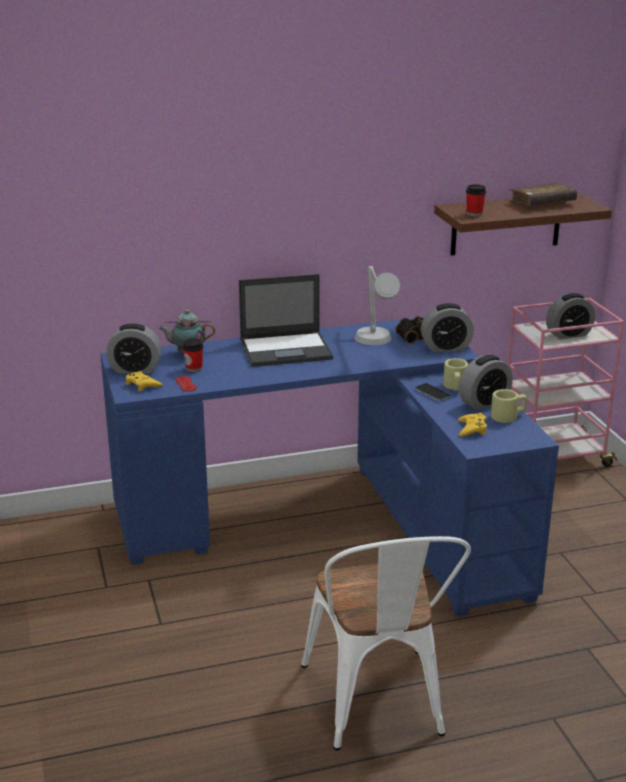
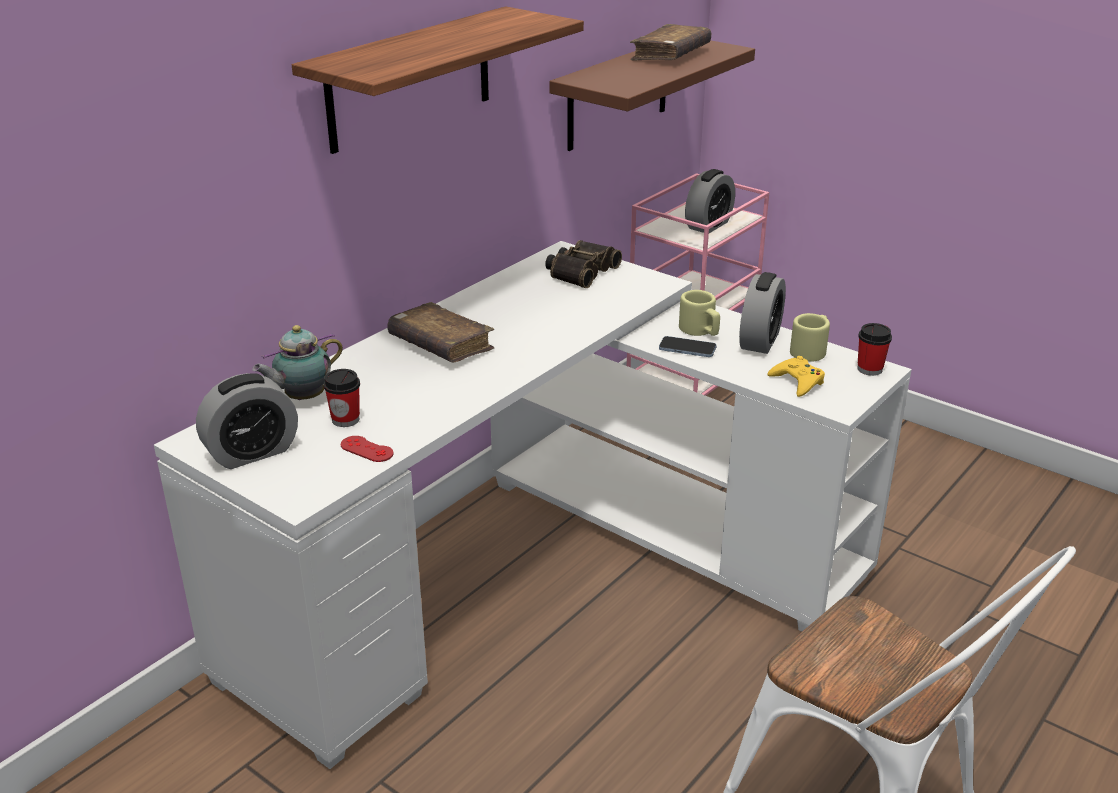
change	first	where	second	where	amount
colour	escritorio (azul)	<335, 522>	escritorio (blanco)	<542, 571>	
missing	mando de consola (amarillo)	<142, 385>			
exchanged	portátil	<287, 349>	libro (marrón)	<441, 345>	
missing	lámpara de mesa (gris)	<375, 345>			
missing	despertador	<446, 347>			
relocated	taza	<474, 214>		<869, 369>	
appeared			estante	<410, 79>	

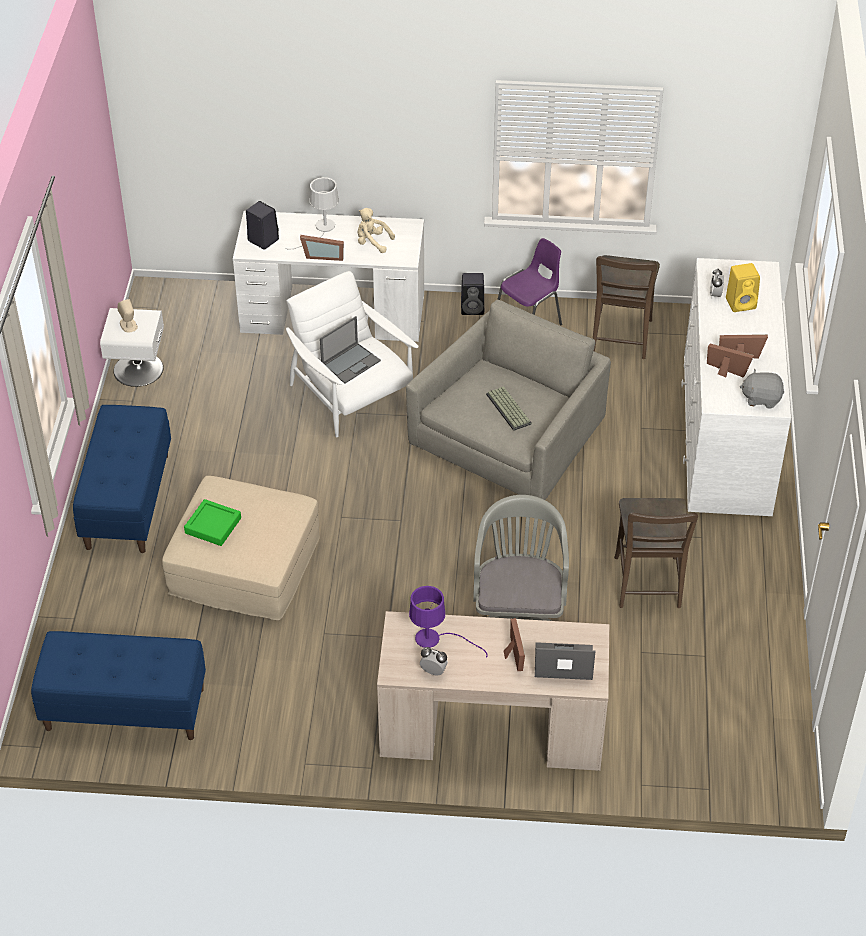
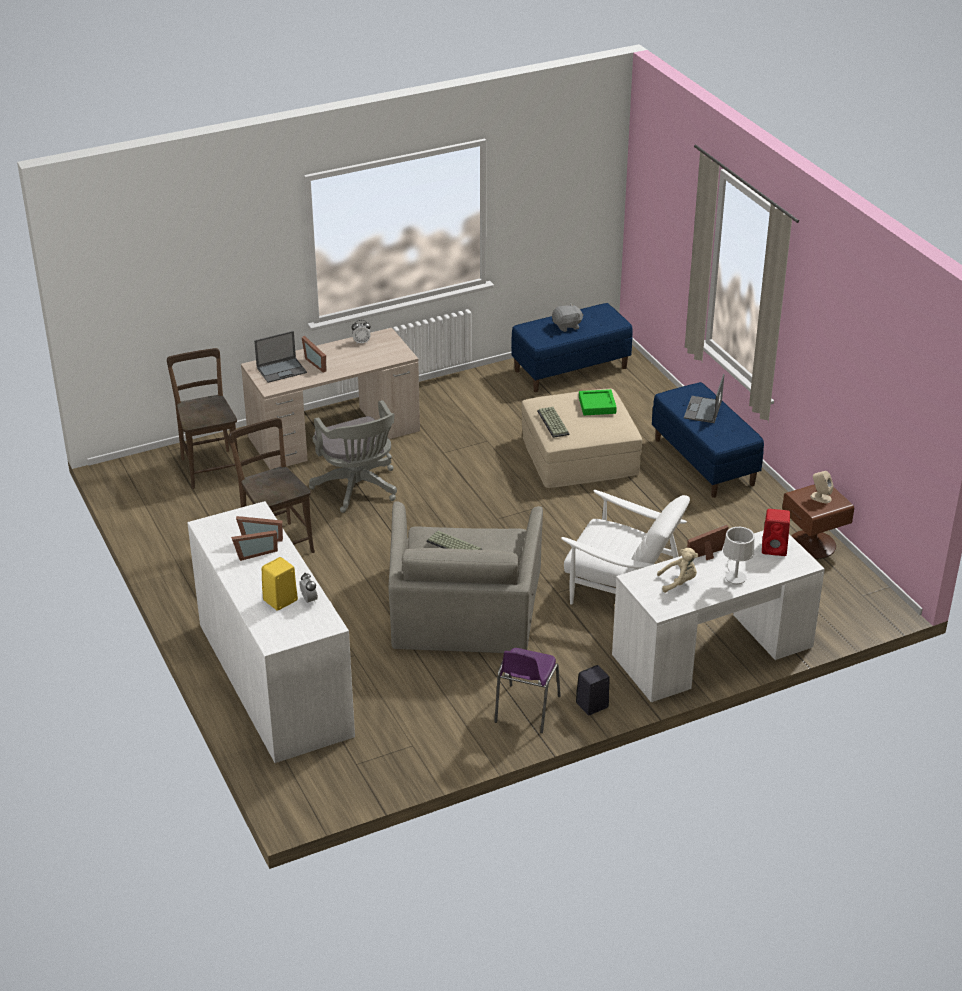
change	first	where	second	where	amount
colour	mesita de noche (blanco)	<137, 369>	mesita de noche (marrón)	<812, 544>	
colour	altavoz (negro)	<262, 240>	altavoz (rojo)	<775, 548>	
relocated	portátil	<351, 363>		<703, 410>	
missing	lámpara de mesa (morado)	<434, 641>			
relocated	silla (marrón)	<620, 339>		<210, 466>	
relocated	peluche (gris)	<761, 398>		<567, 326>	
appeared			teclado	<554, 423>	

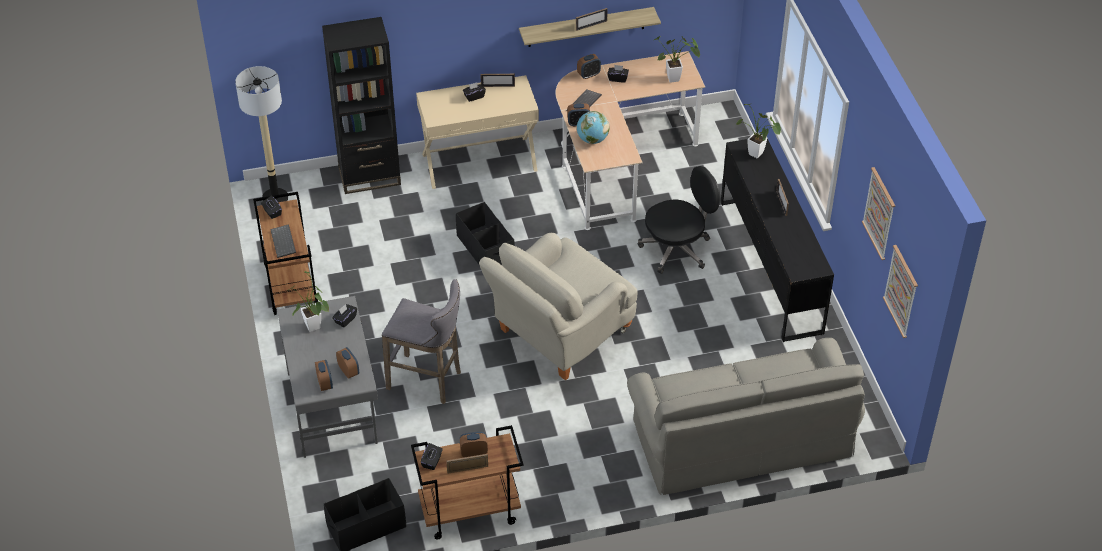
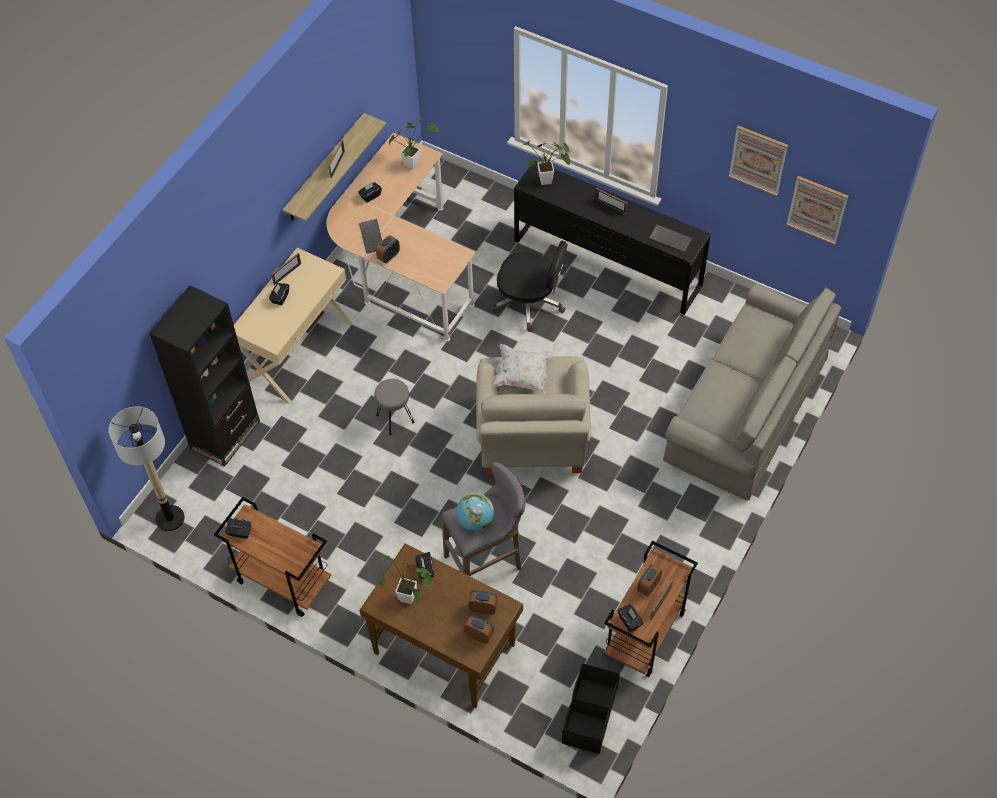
change	first	where	second	where	amount
relocated	teclado	<284, 242>		<671, 239>	
colour	escritorio (gris)	<333, 406>	escritorio (marrón)	<444, 647>	
exchanged	caja de almacenaje (negro)	<486, 249>	taburete (gris)	<394, 419>	
missing	despertador	<588, 75>			
relocated	globo terráqueo	<592, 140>		<475, 521>	
spun	silla de oficina (negro)	<677, 249>		<530, 303>	90 degrees clockwise
appeared			cojín (blanco)	<522, 376>	

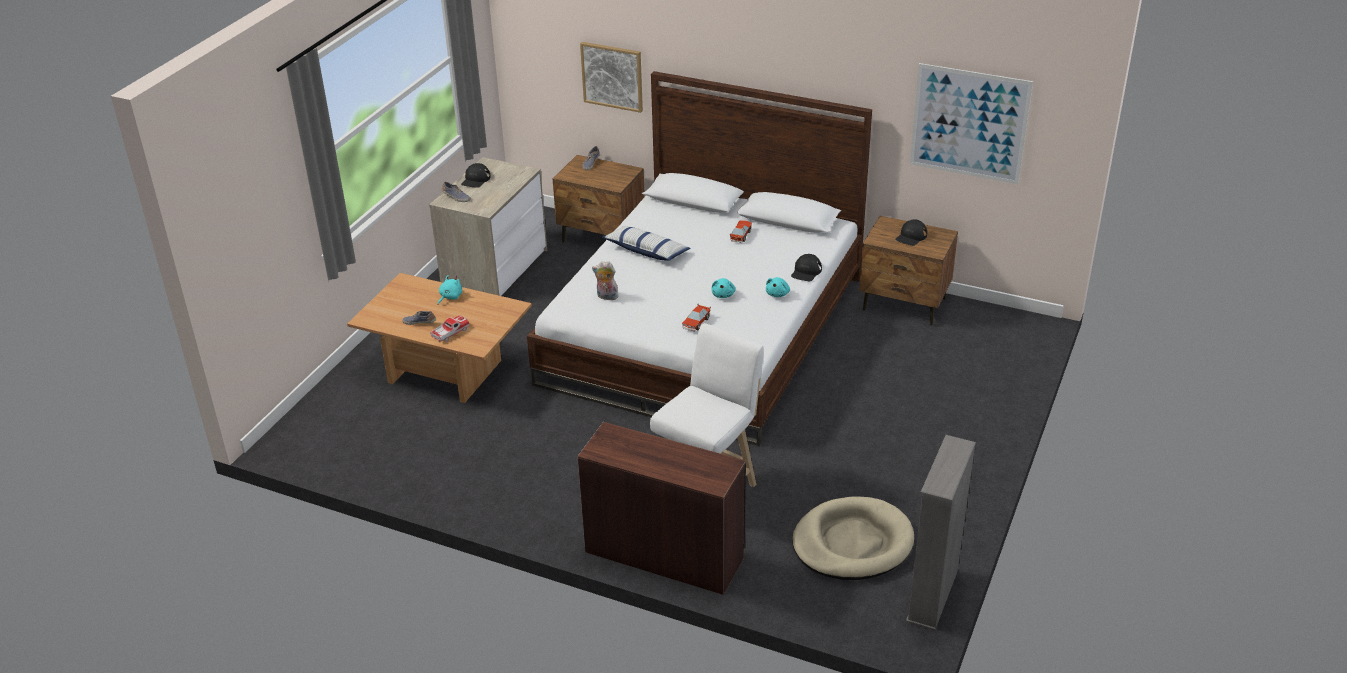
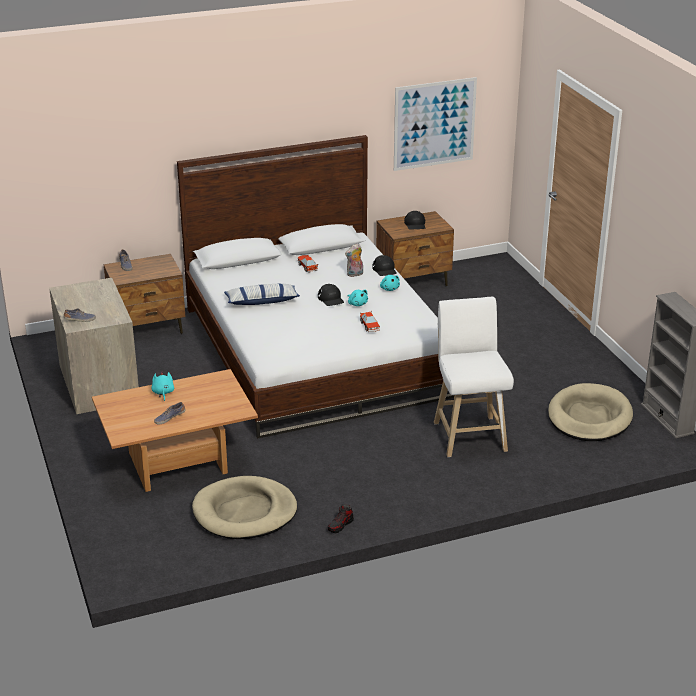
change	first	where	second	where	amount
missing	coche de juguete	<450, 332>			
relocated	gorra (negro)	<475, 180>		<331, 299>	
missing	escritorio (marrón)	<664, 553>			
missing	cuadro	<612, 76>			
relocated	peluche	<606, 297>		<355, 274>	
appeared			cama para perro (beis)	<245, 512>	
appeared			zapato	<340, 525>	

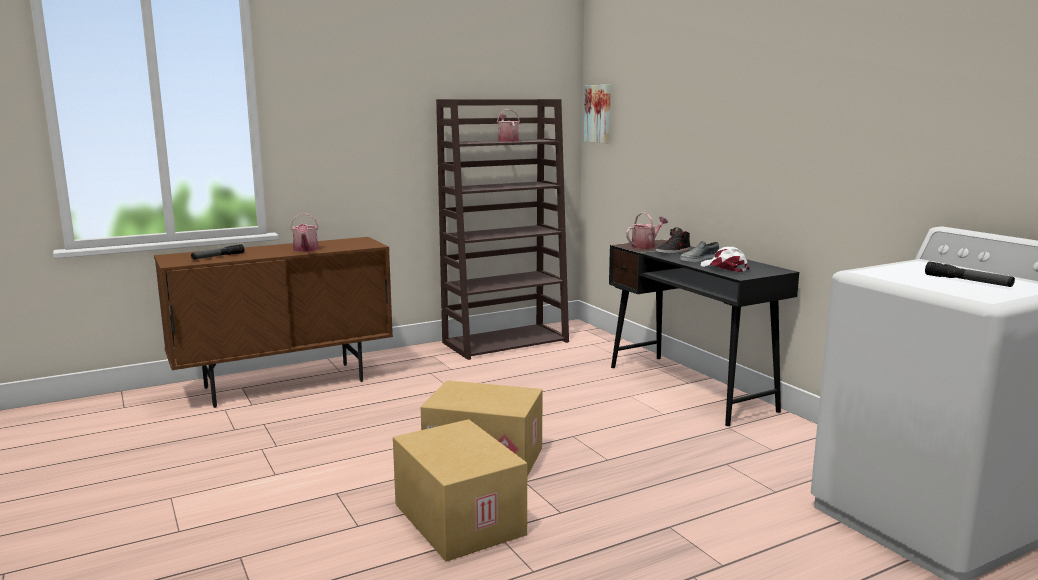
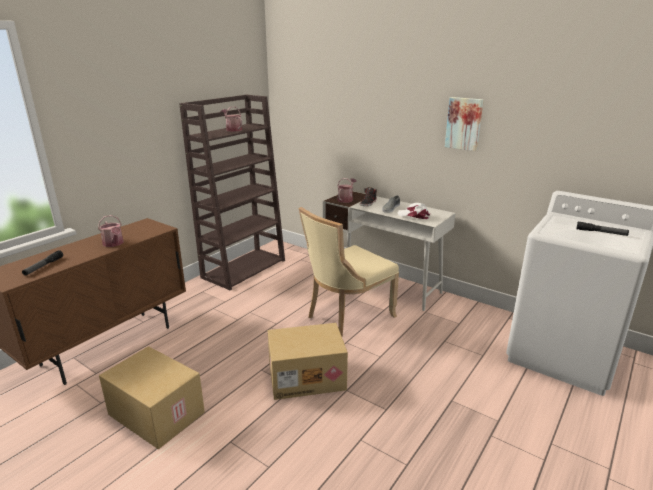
change	first	where	second	where	amount
relocated	caja de cartón	<456, 519>		<155, 414>	
relocated	cuadro	<599, 113>		<464, 123>	
colour	escritorio (negro)	<690, 388>	escritorio (blanco)	<383, 285>	
appeared			silla (beis)	<346, 316>	

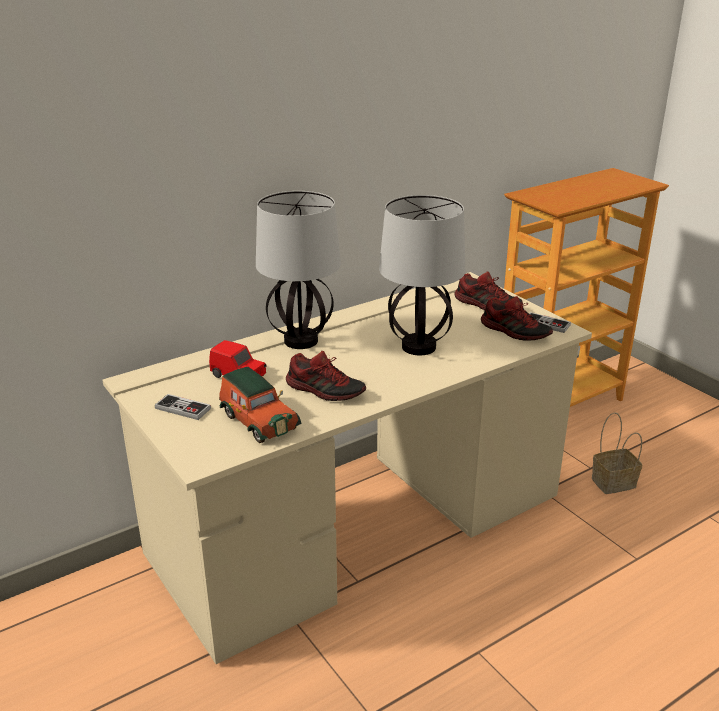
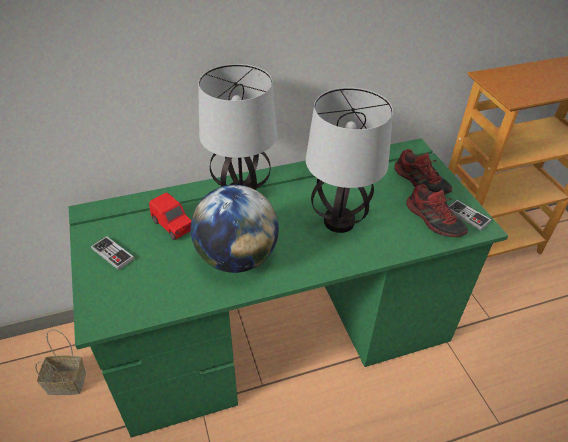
change	first	where	second	where	amount
colour	escritorio (beis)	<358, 525>	escritorio (verde)	<281, 331>	
missing	coche de juguete	<257, 420>			
exchanged	zapato	<325, 390>	globo terráqueo	<237, 258>	
relocated	cesta	<614, 482>		<68, 381>	

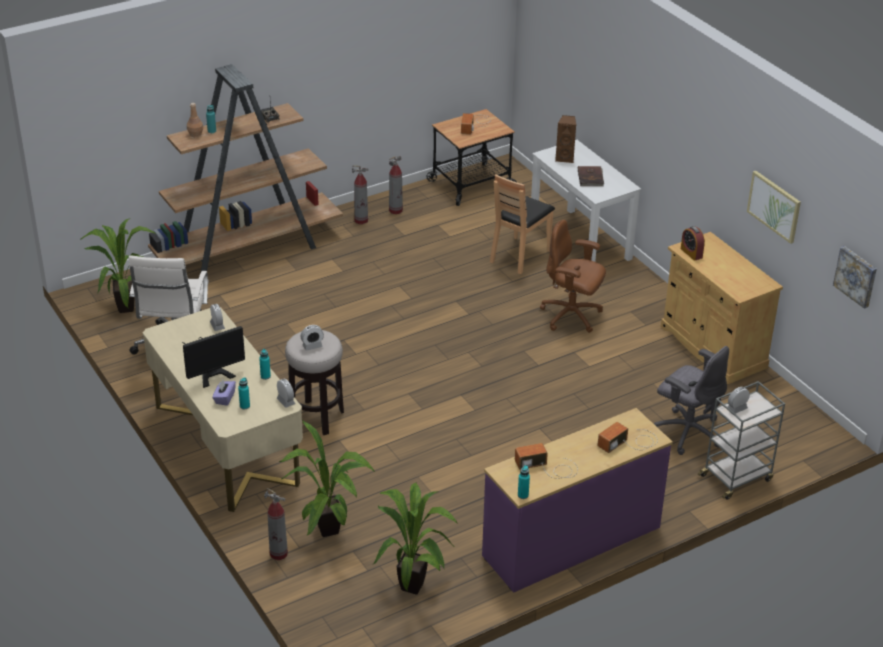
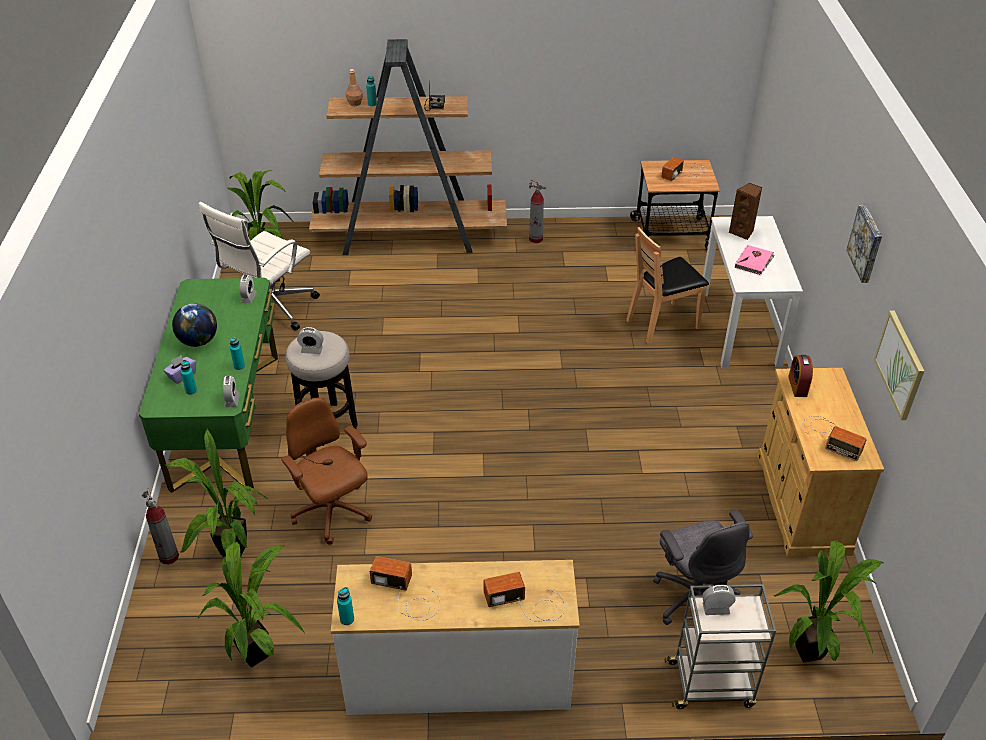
change	first	where	second	where	amount
colour	escritorio (beis)	<226, 444>	escritorio (verde)	<227, 420>	
exchanged	monitor	<211, 370>	globo terráqueo	<198, 341>	
missing	extintor	<395, 210>			
colour	cómoda (morado)	<572, 542>	cómoda (blanco)	<458, 681>	
relocated	silla de oficina (marrón)	<571, 316>		<332, 513>	
colour	libro (marrón)	<591, 177>	libro (rosa)	<754, 261>	
relocated	cuadro	<856, 276>		<867, 243>	
appeared			planta en maceta	<814, 652>	
appeared			radio	<830, 436>	

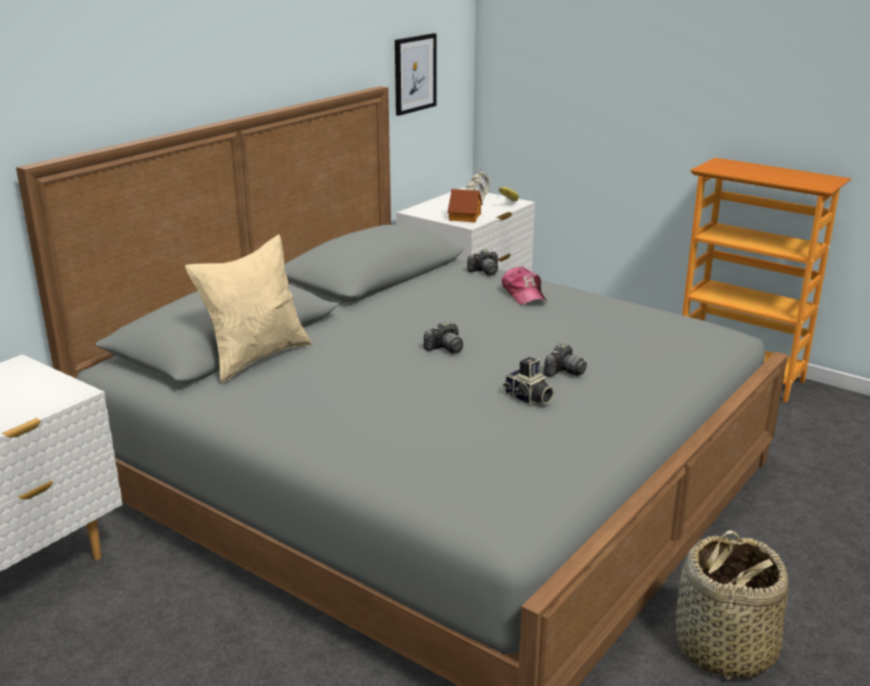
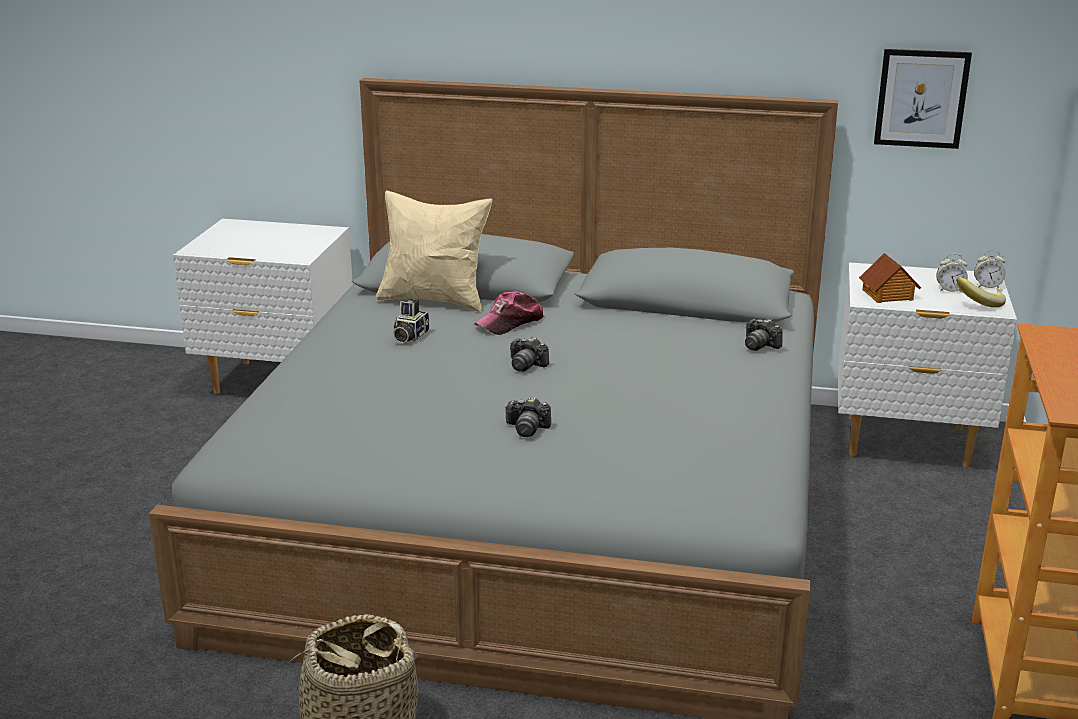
change	first	where	second	where	amount
relocated	gorra	<524, 294>		<510, 322>	
relocated	cámara	<528, 398>		<409, 337>	

